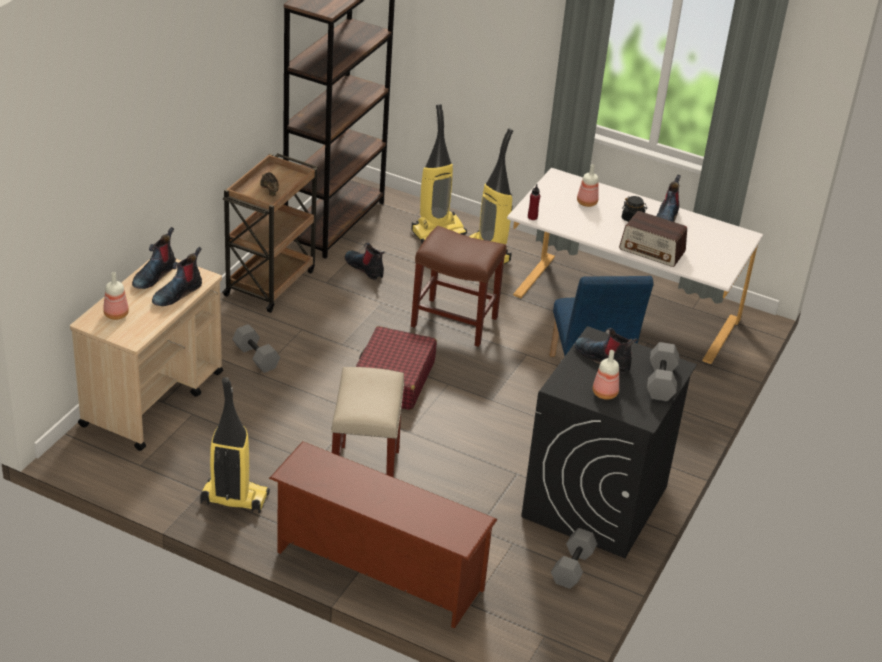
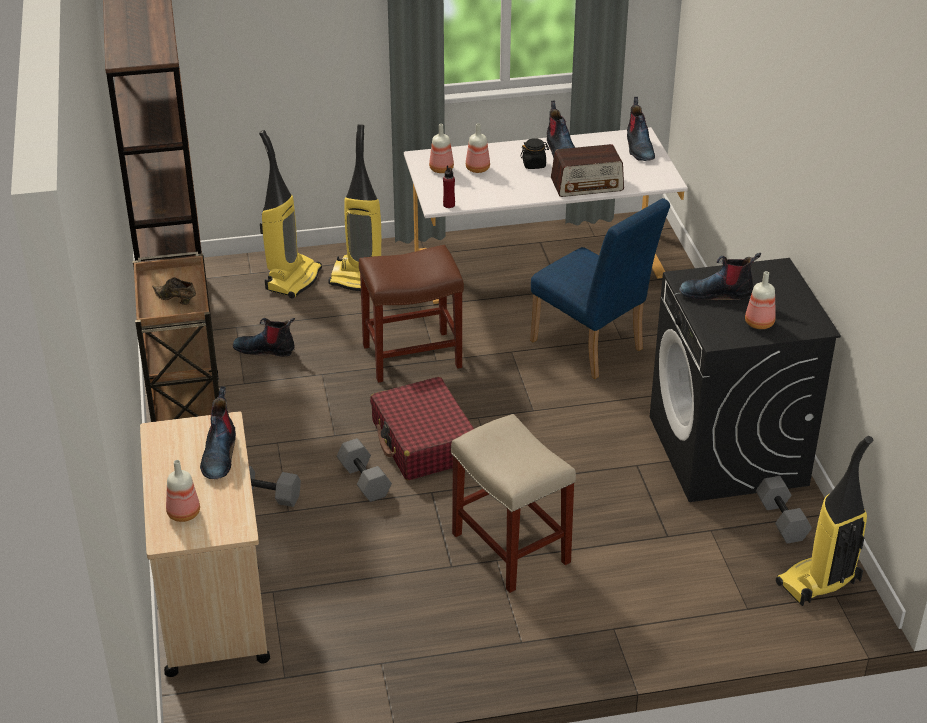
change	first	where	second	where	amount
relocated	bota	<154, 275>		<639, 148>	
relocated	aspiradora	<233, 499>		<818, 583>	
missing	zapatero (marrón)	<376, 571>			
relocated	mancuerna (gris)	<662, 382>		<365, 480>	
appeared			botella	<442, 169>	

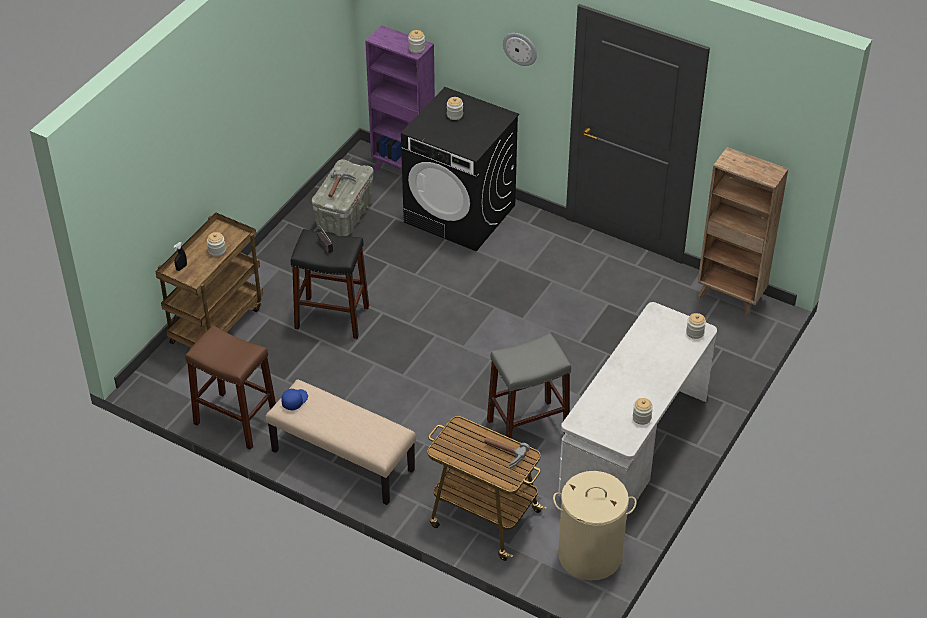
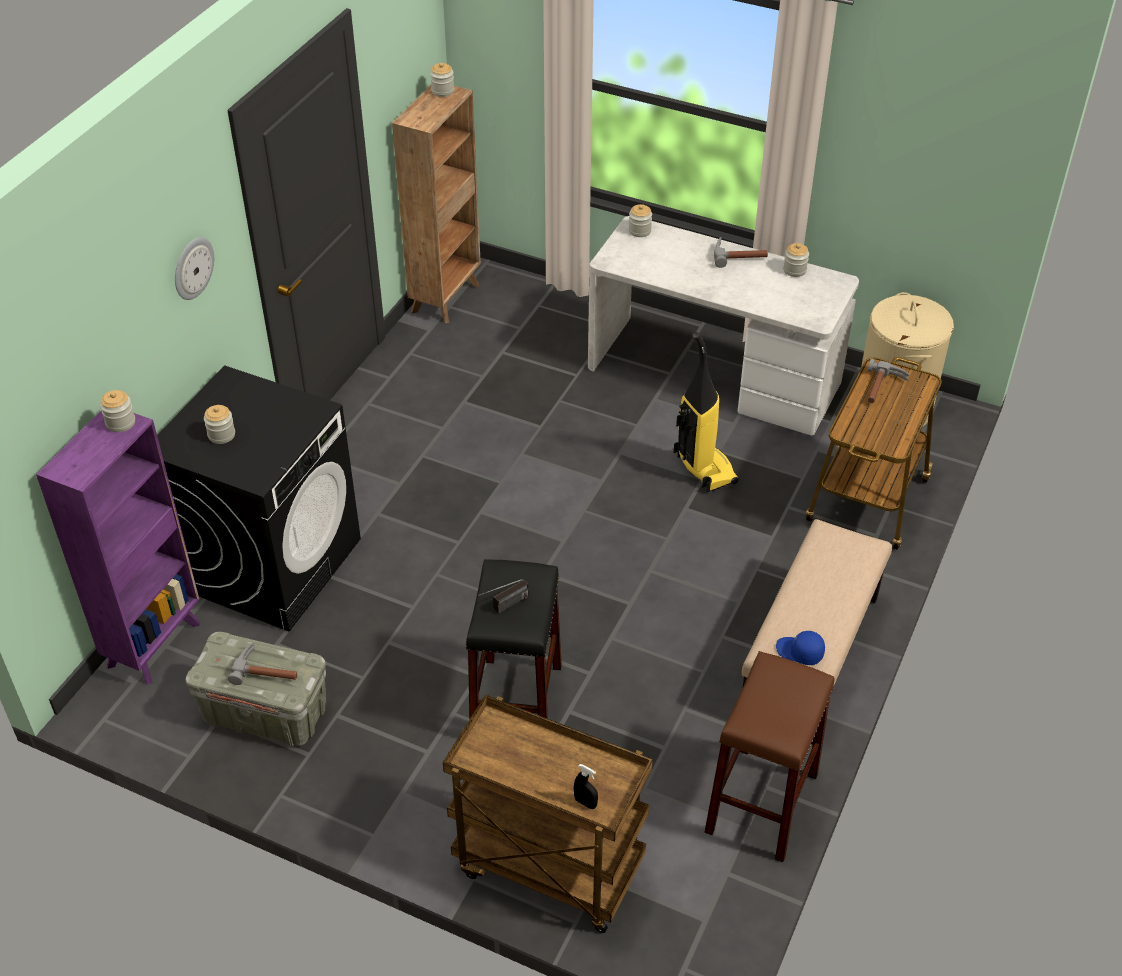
change	first	where	second	where	amount
relocated	tarro	<217, 251>		<442, 91>	
exchanged	taburete (gris)	<528, 427>	aspiradora	<703, 468>	
appeared			martillo	<739, 255>	

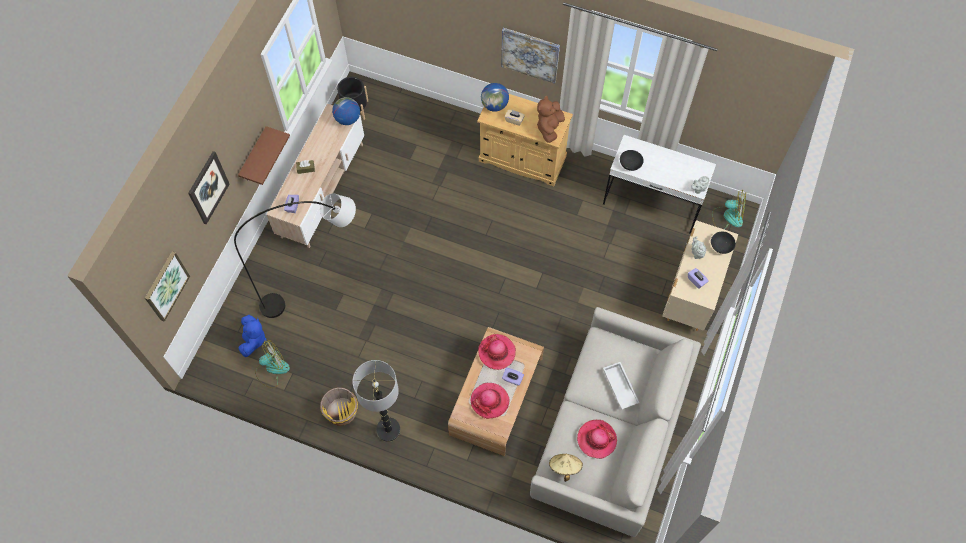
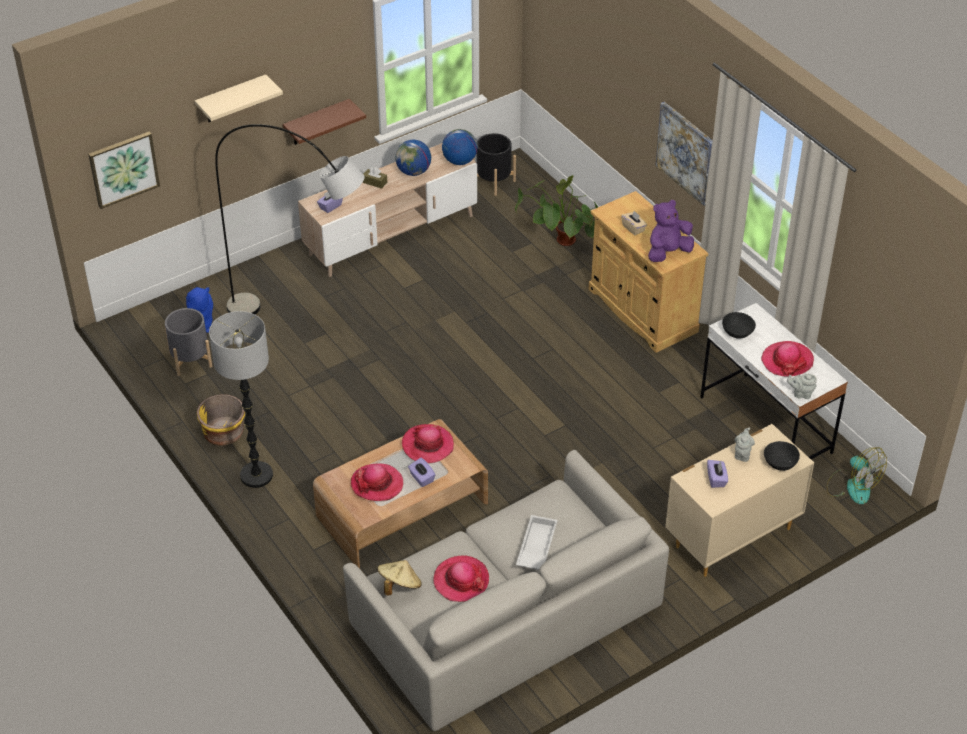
change	first	where	second	where	amount
exchanged	cuadro	<208, 188>	estante (beis)	<232, 99>	
exchanged	ventilador	<272, 369>	maceta (gris)	<190, 360>	
relocated	globo terráqueo	<494, 105>		<413, 172>	
colour	peluche (marrón)	<549, 128>	peluche (morado)	<668, 252>	
appeared			planta en maceta	<558, 244>	
appeared			sombrero	<787, 360>	

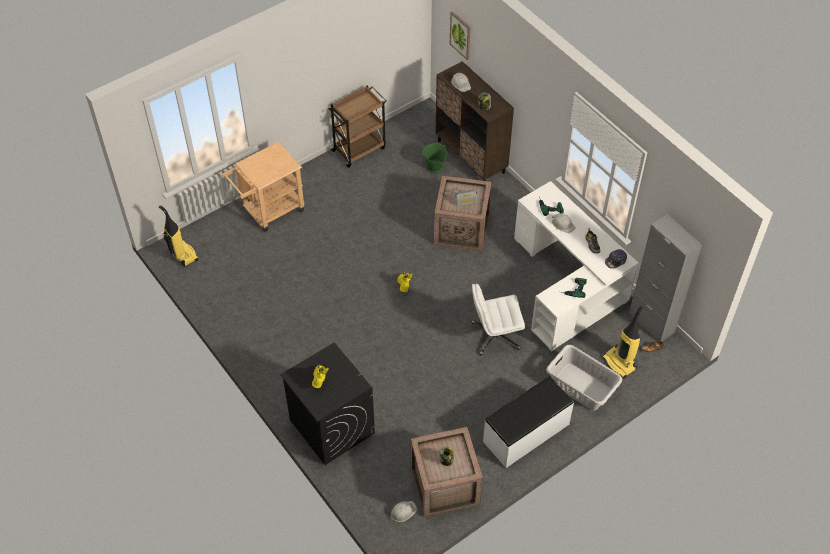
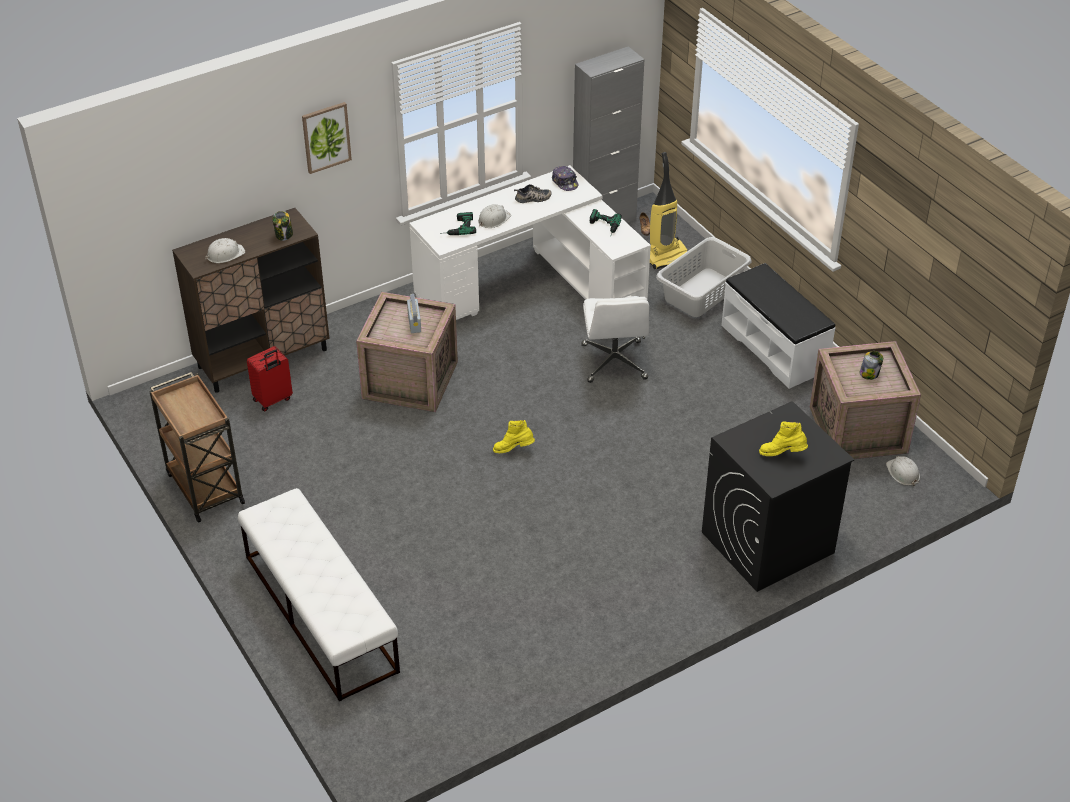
change	first	where	second	where	amount
missing	aspiradora	<183, 254>			
exchanged	carrito (beis)	<269, 211>	banco (blanco)	<320, 612>	
exchanged	cubo (verde)	<434, 167>	maleta (rojo)	<273, 400>	
relocated	cuadro	<460, 35>		<326, 137>	

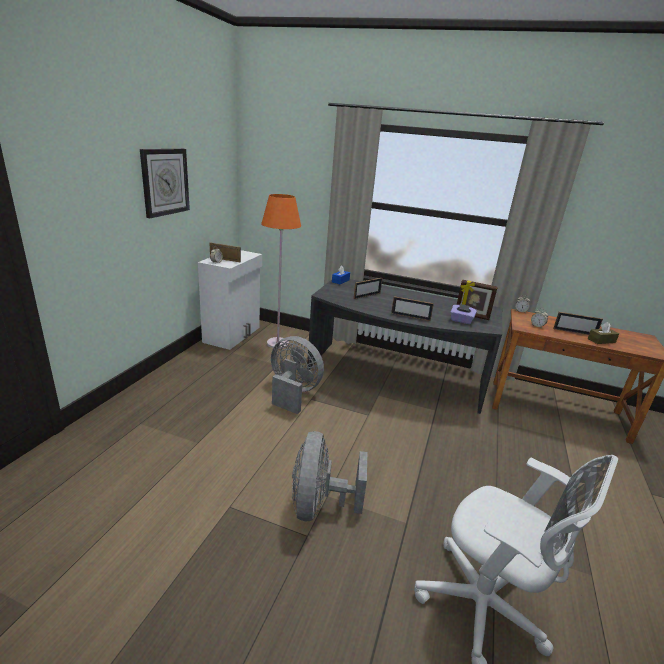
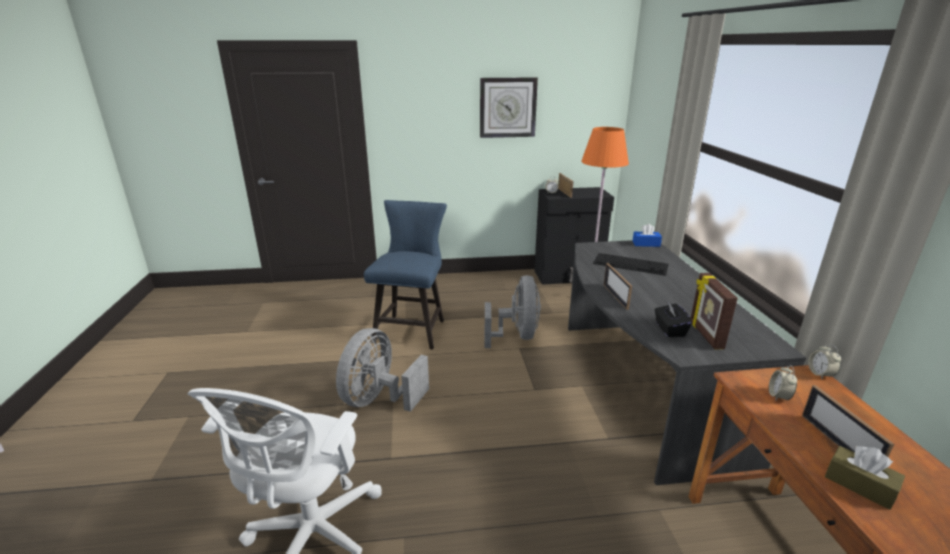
change	first	where	second	where	amount
colour	armario (blanco)	<233, 334>	armario (negro)	<568, 276>	
spun	ventilador (gris)	<319, 505>		<379, 399>	45 degrees counterclockwise
exchanged	portarretratos	<367, 296>	teclado	<631, 264>	
colour	caja de pañuelos (morado)	<461, 321>	caja de pañuelos (negro)	<669, 329>	
appeared			silla (azul)	<412, 328>	

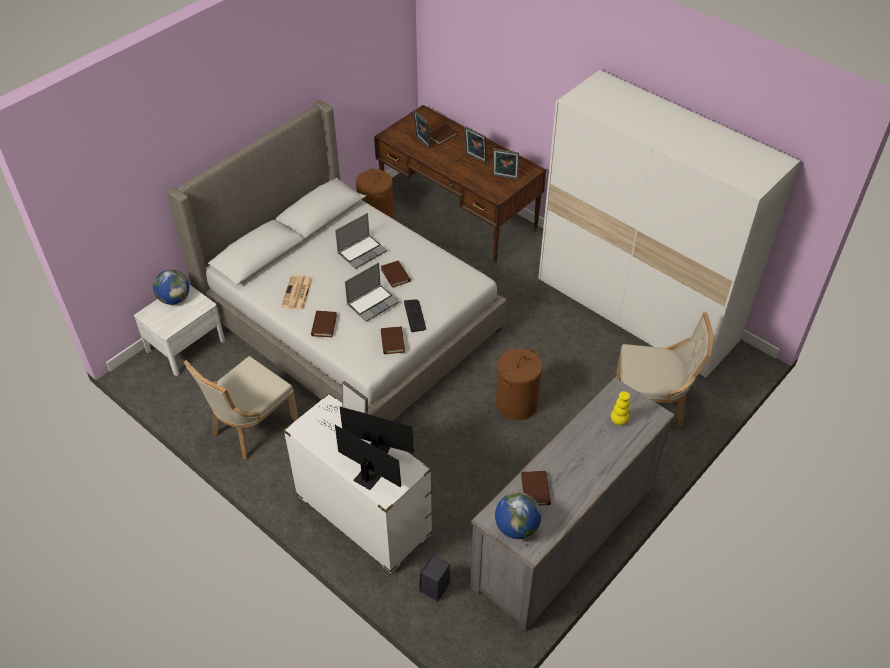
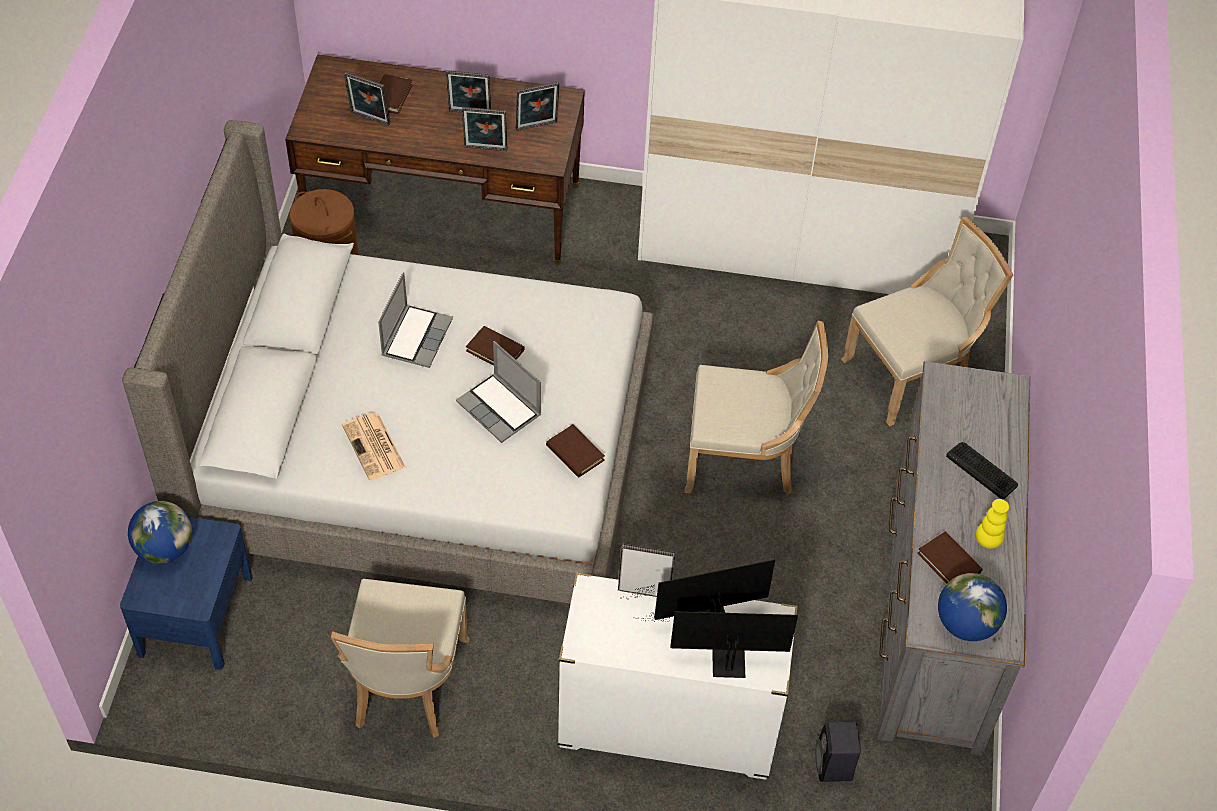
change	first	where	second	where	amount
colour	mesita de noche (blanco)	<185, 346>	mesita de noche (azul)	<195, 615>	
missing	libro (marrón)	<324, 325>			
spun	portátil	<373, 303>		<500, 409>	120 degrees clockwise
relocated	teclado	<415, 315>		<982, 470>	
exchanged	cesto de la ropa (marrón)	<516, 404>	silla (beis)	<745, 459>	
relocated	florero (amarillo)	<618, 421>		<987, 541>	
appeared			portarretratos	<485, 150>	

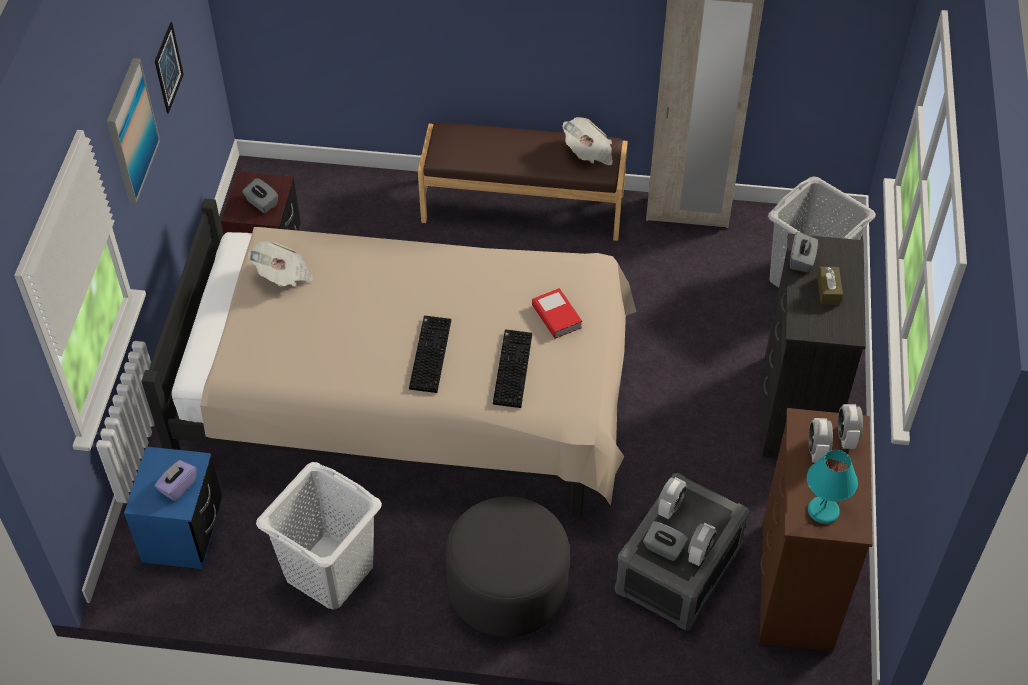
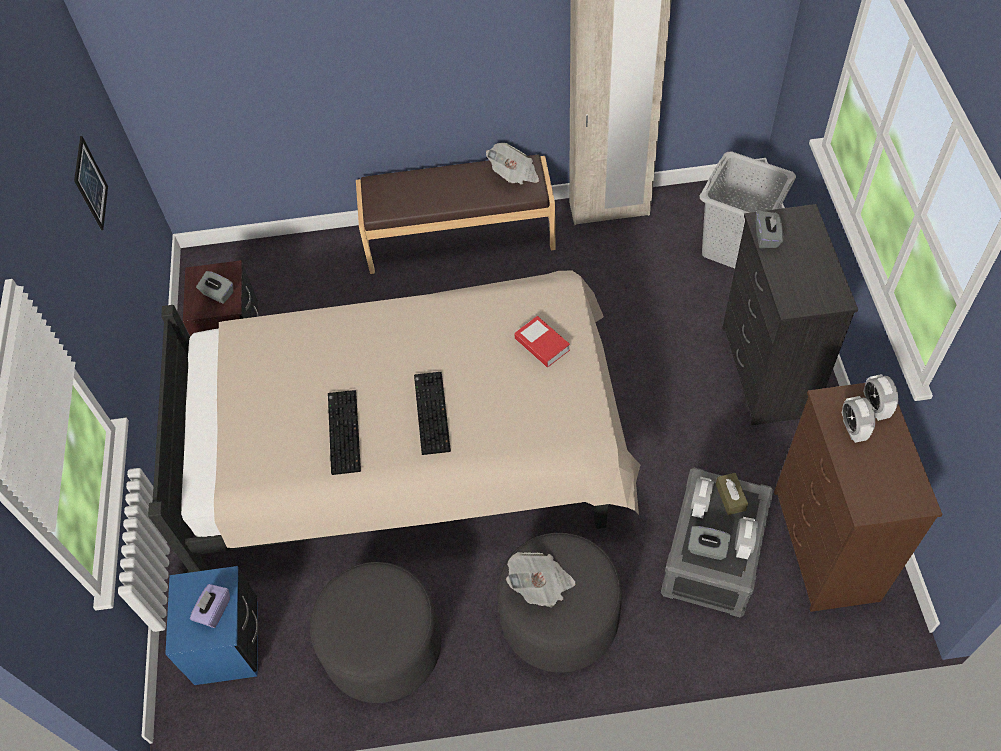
change	first	where	second	where	amount
missing	cuadro	<131, 130>			
relocated	periódico	<283, 275>		<541, 585>	
exchanged	cesto de la ropa (blanco)	<328, 572>	puf (gris)	<383, 646>	
relocated	teclado	<511, 368>		<342, 432>	
missing	lámpara de mesa (turquesa)	<823, 510>			
relocated	caja de pañuelos (marrón)	<828, 290>		<730, 497>	

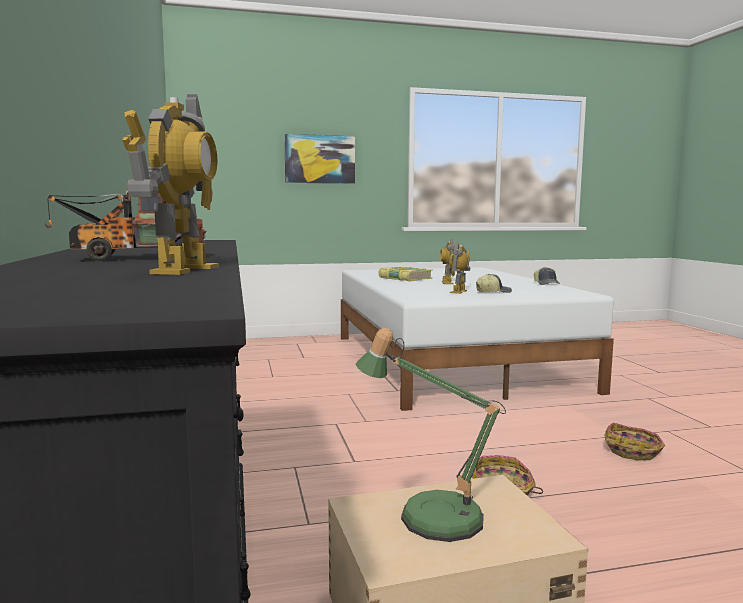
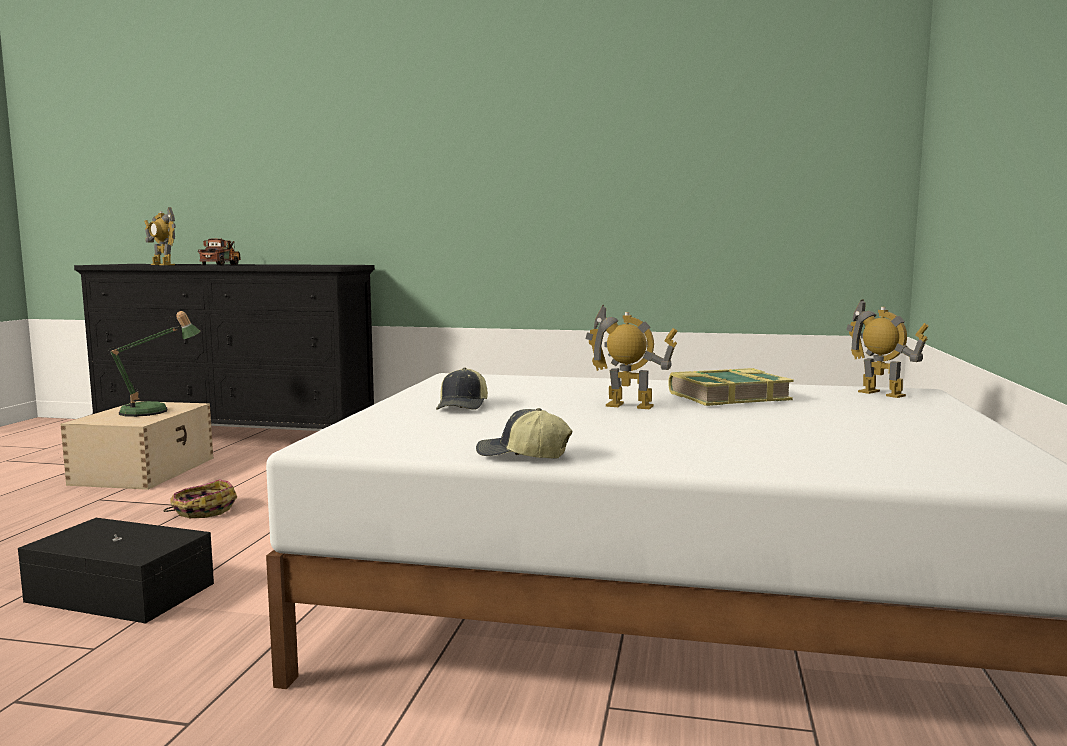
change	first	where	second	where	amount
missing	cuadro	<320, 159>			
relocated	robot de juguete	<459, 292>		<881, 394>	
exchanged	cesta	<633, 451>	caja de almacenaje (negro)	<122, 591>	

